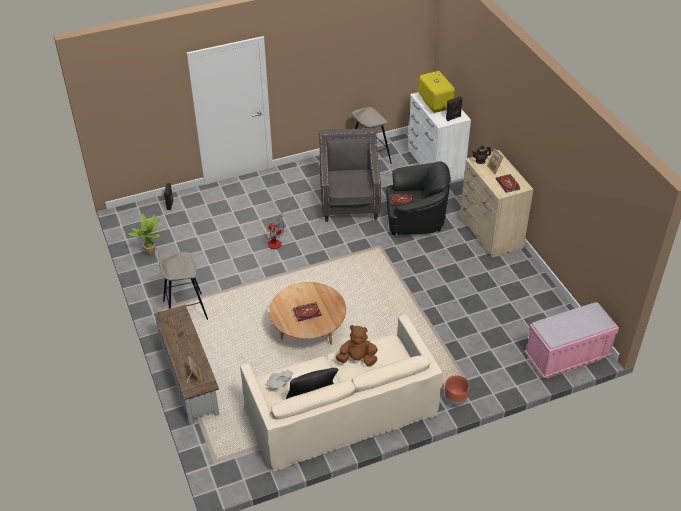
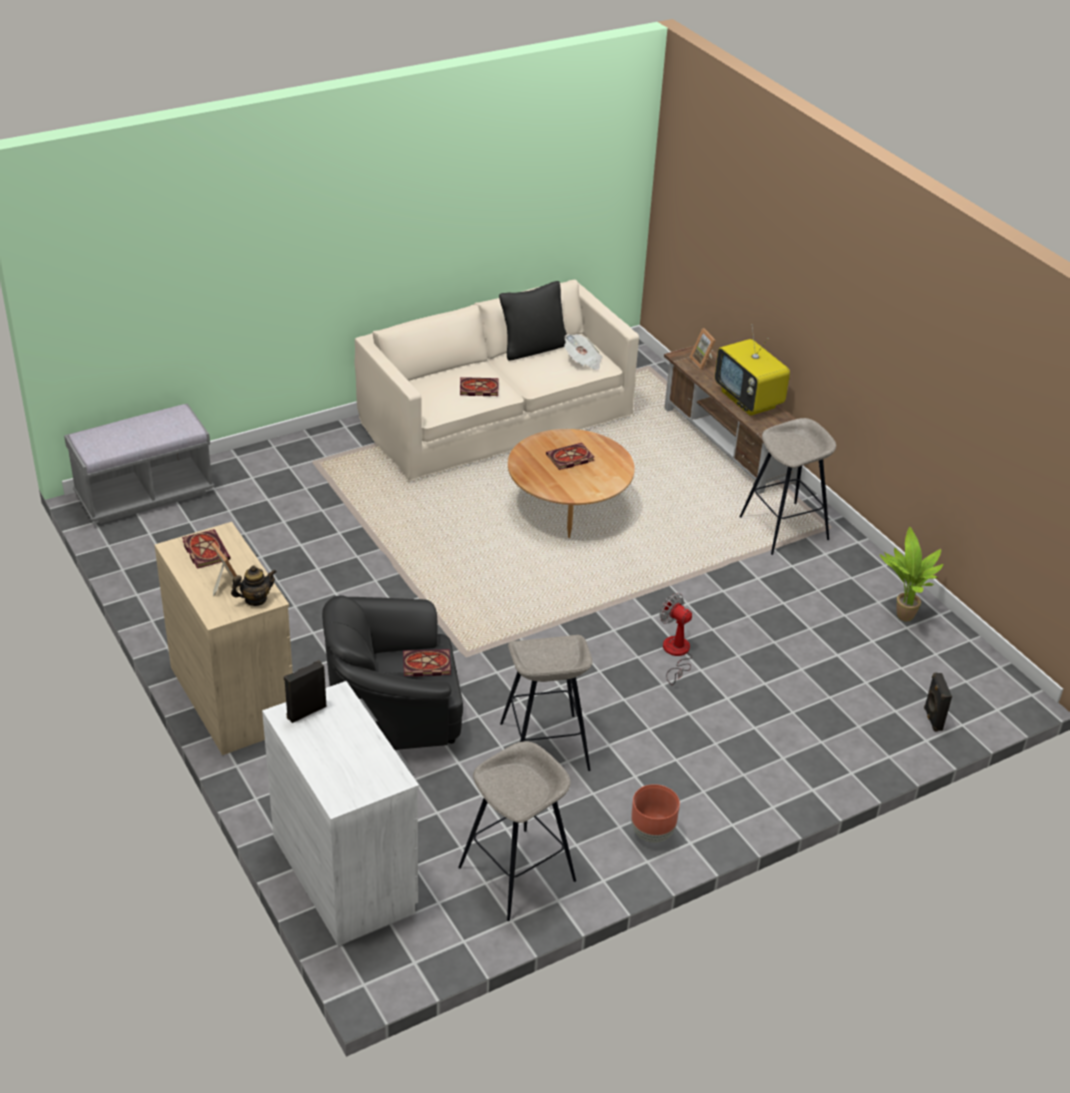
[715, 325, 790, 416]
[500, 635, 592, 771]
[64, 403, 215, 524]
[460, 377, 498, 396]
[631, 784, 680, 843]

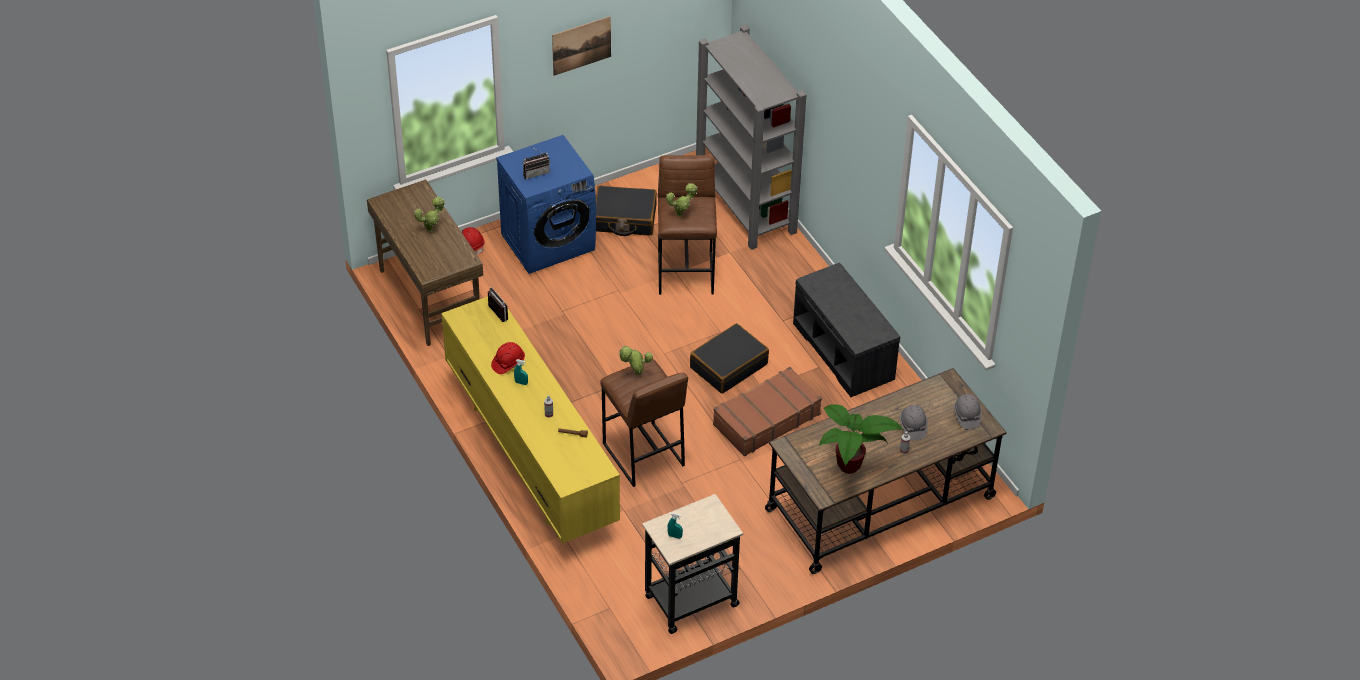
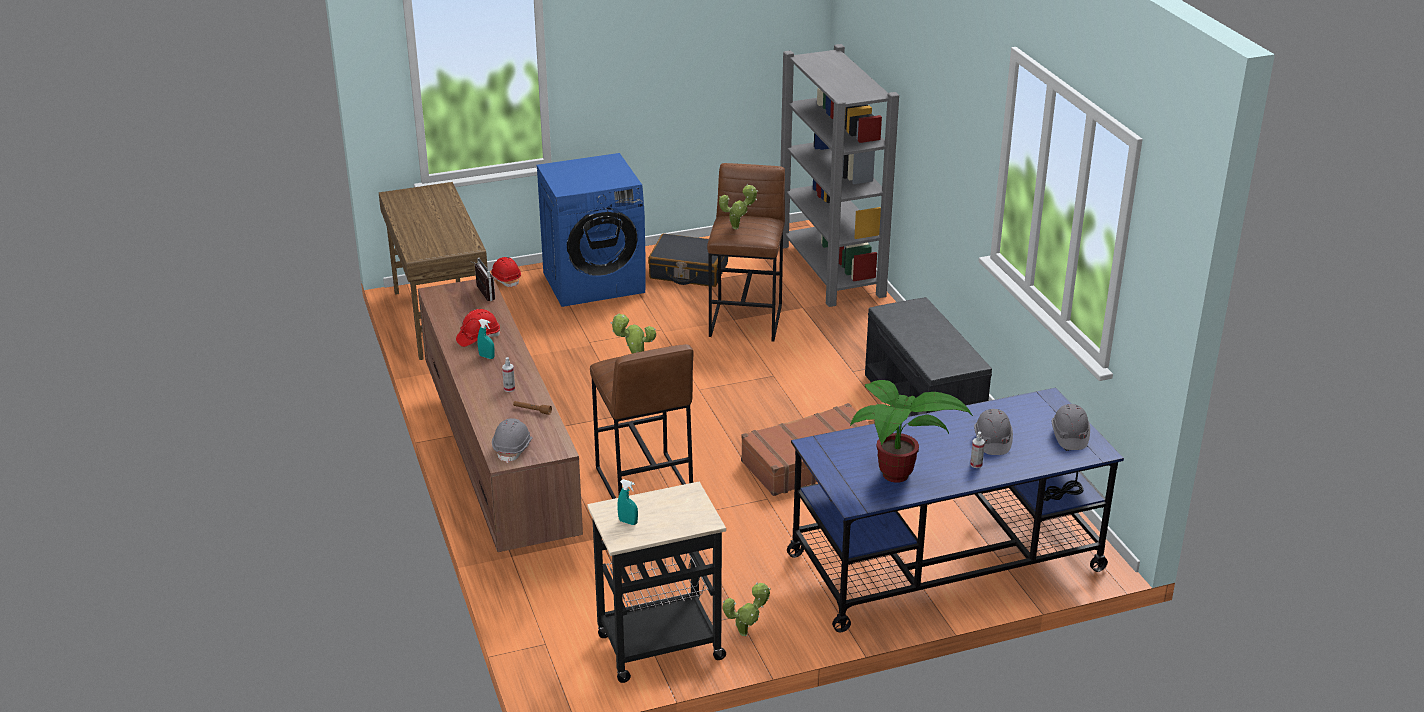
[552, 16, 611, 76] (first image)
[523, 145, 550, 179] (first image)
[723, 582, 771, 636]
[418, 279, 583, 552]
[690, 323, 769, 394] (first image)
[787, 388, 1124, 632]
[492, 418, 533, 463]

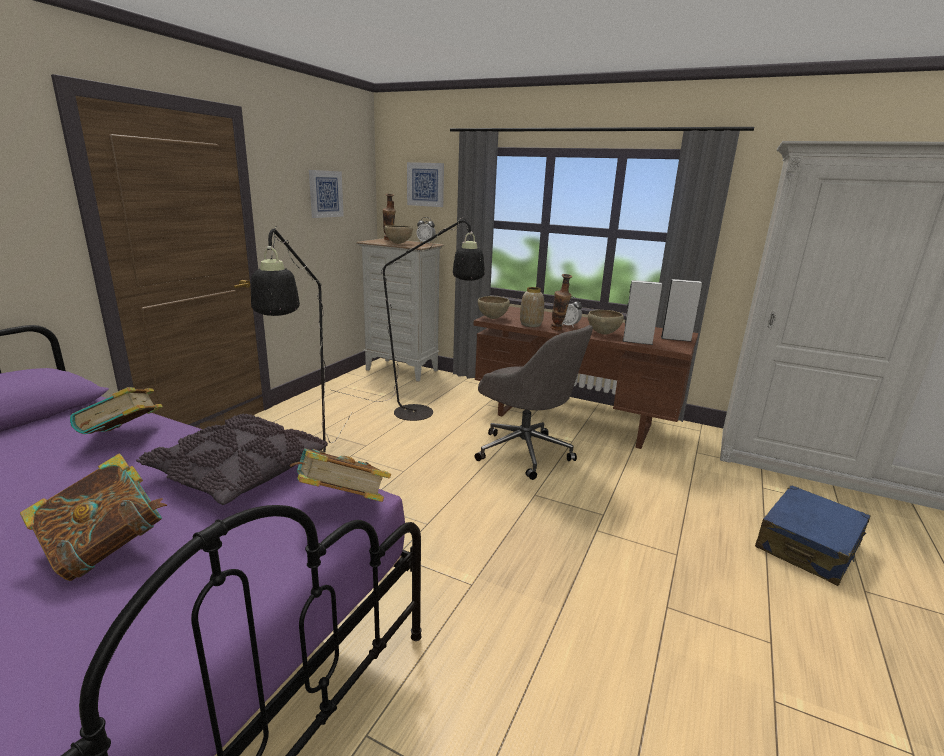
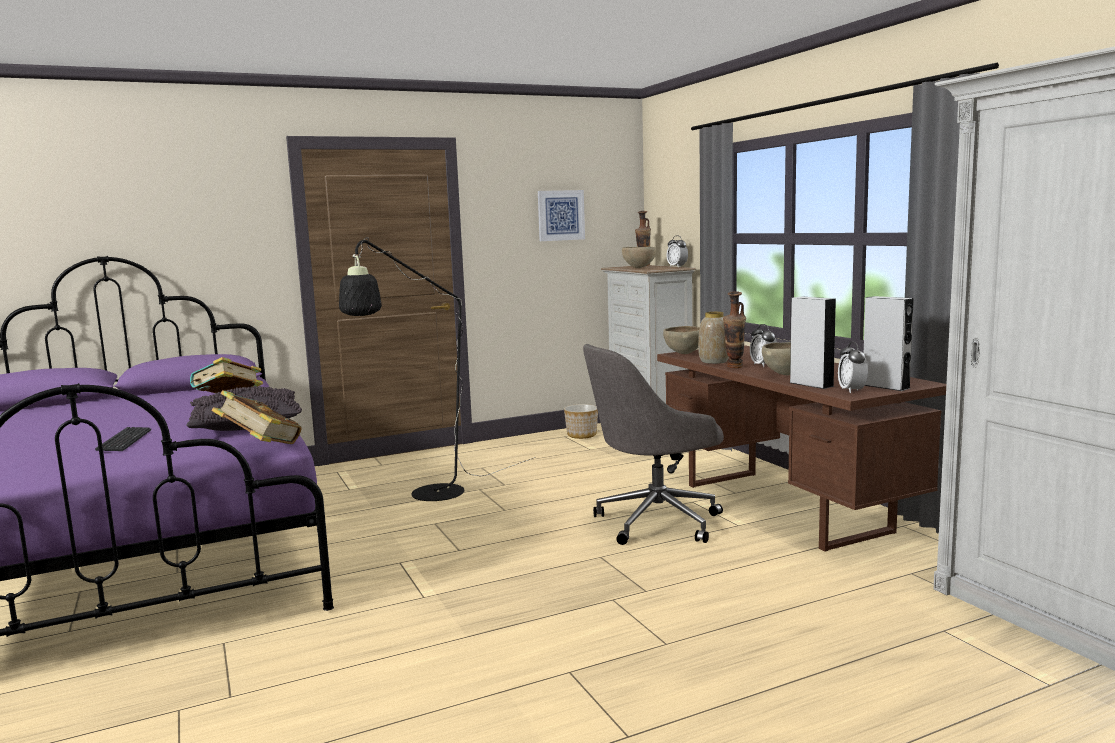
[407, 162, 444, 207] (first image)
[332, 218, 485, 421] (first image)
[583, 344, 724, 545]
[95, 427, 151, 451]
[755, 485, 871, 586] (first image)
[838, 342, 868, 393]
[564, 404, 598, 439]

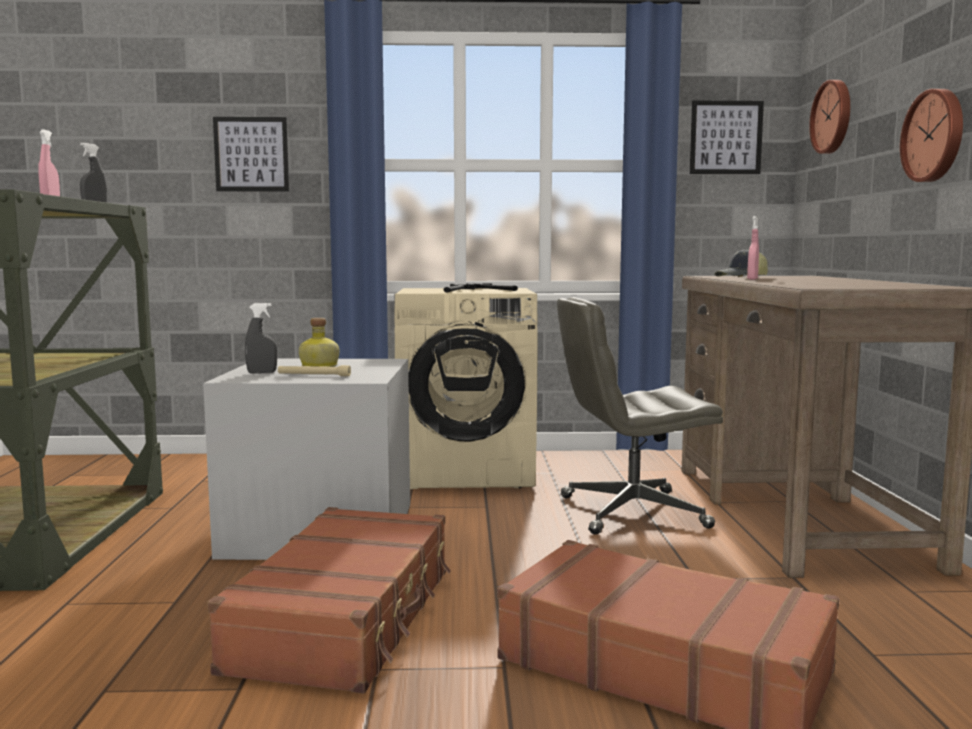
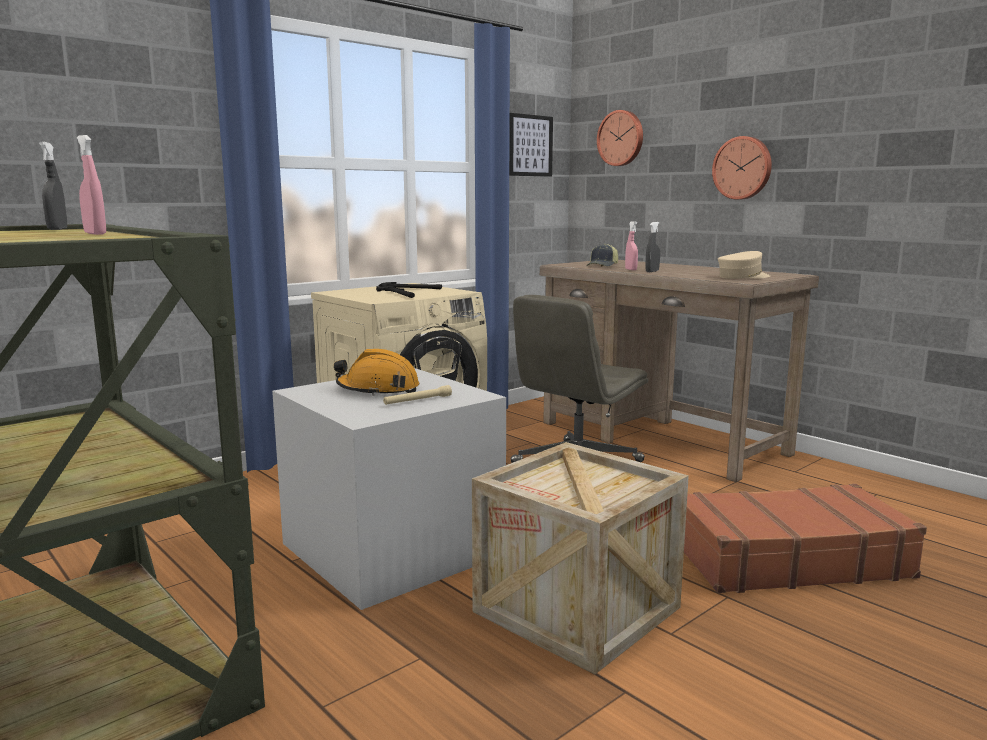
[213, 117, 289, 191] (first image)
[645, 222, 660, 272]
[334, 349, 419, 396]
[472, 442, 689, 675]
[718, 251, 770, 279]

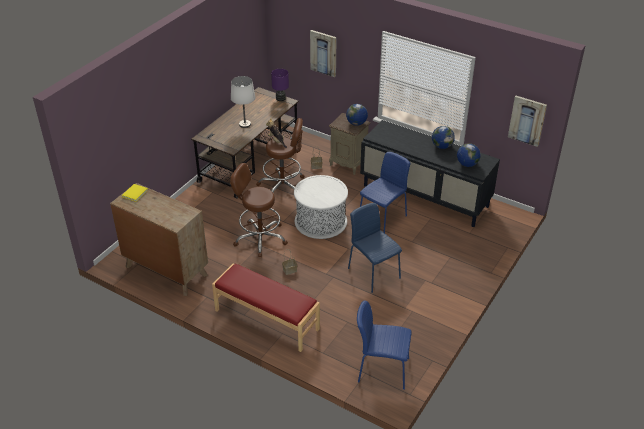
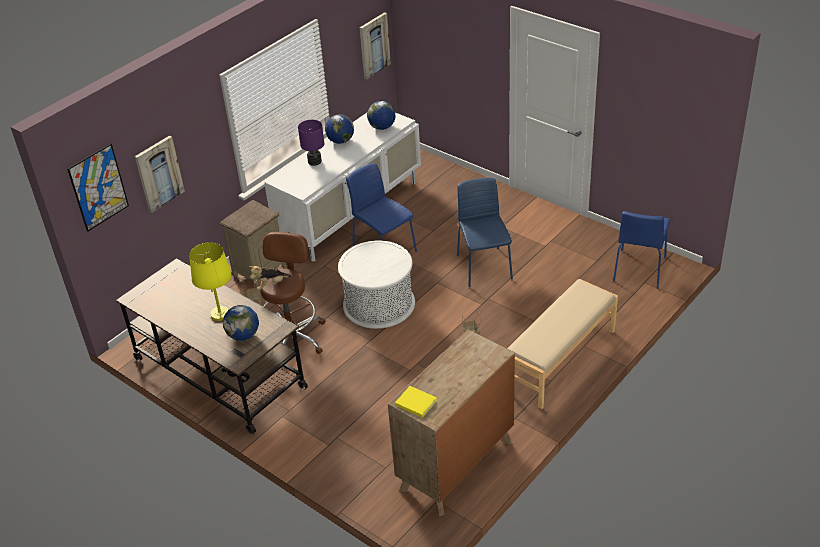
[298, 120, 324, 166]
[189, 242, 232, 321]
[223, 305, 259, 341]
[264, 113, 421, 261]
[230, 163, 288, 257] (first image)
[457, 178, 513, 287]
[507, 279, 618, 409]
[67, 144, 129, 232]

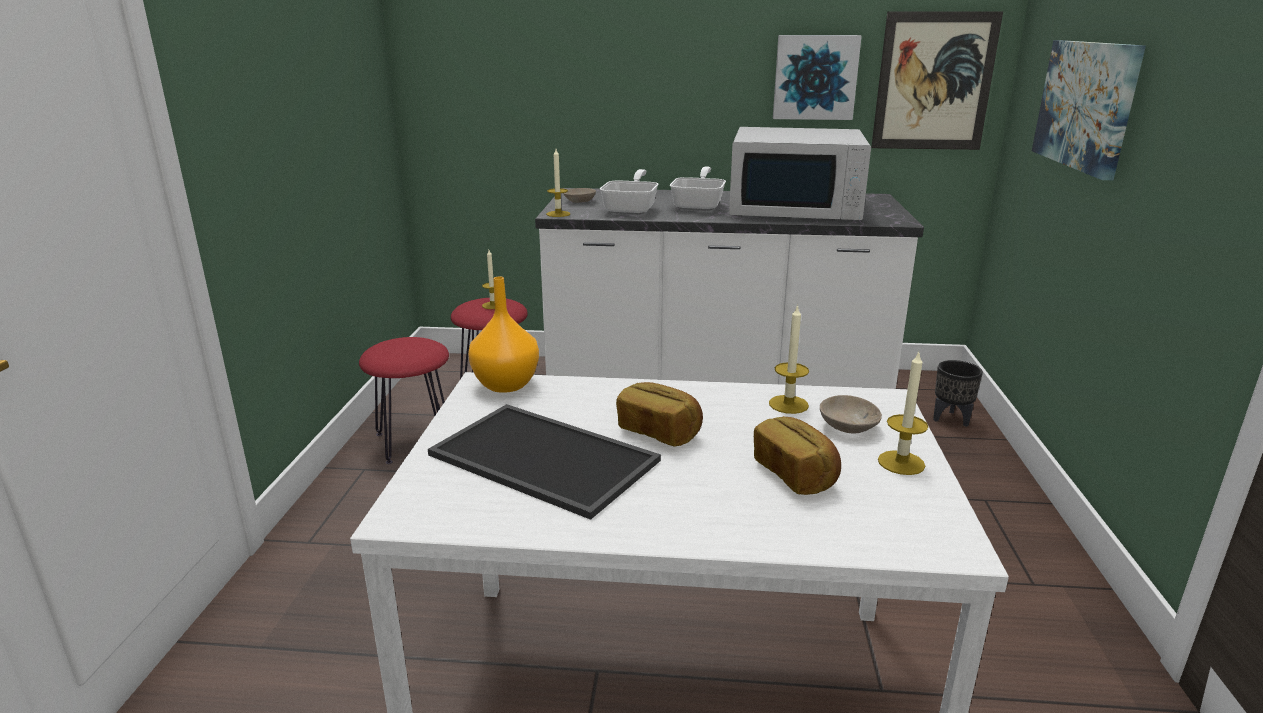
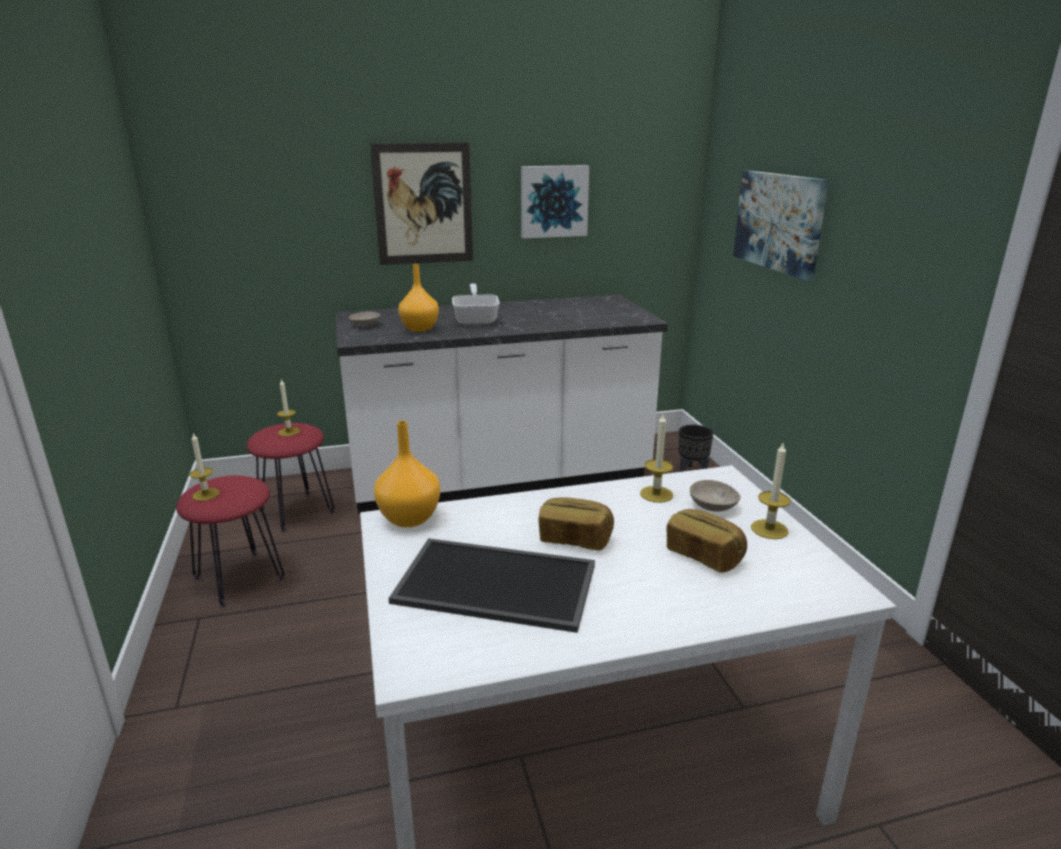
[370, 142, 473, 265]
[729, 127, 871, 220] (first image)
[190, 433, 220, 501]
[398, 264, 439, 332]

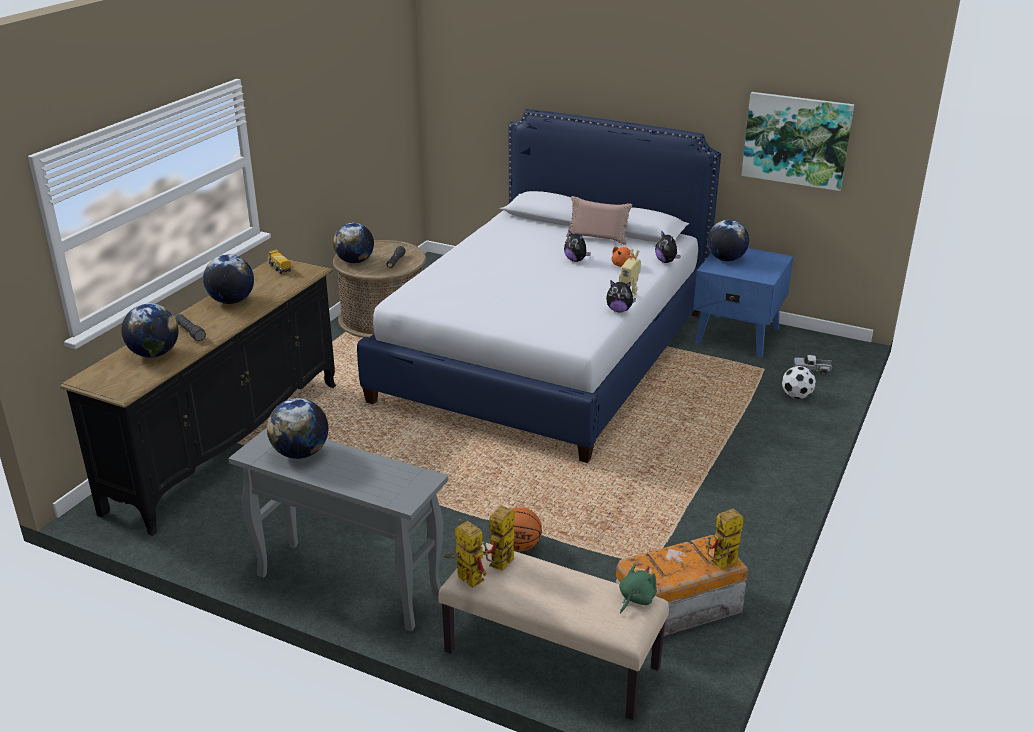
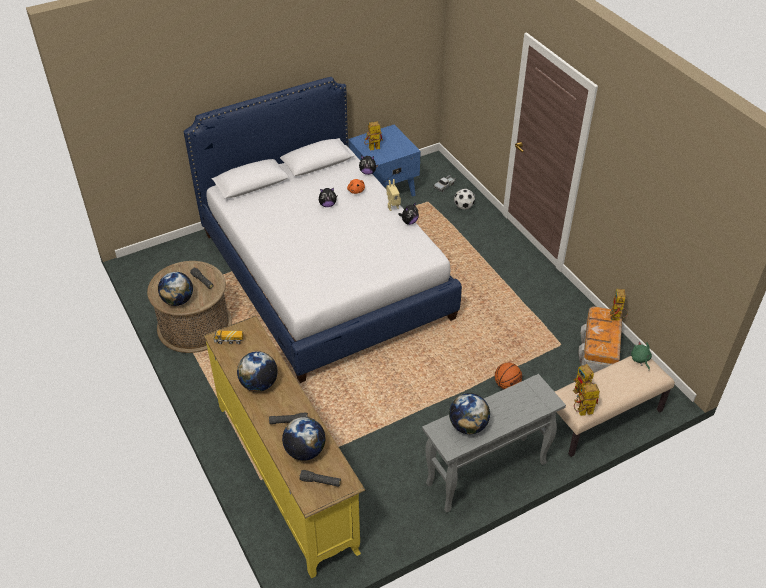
[741, 92, 854, 191] (first image)
[566, 196, 632, 245] (first image)
[364, 122, 383, 150]
[204, 316, 366, 579]
[300, 470, 341, 487]

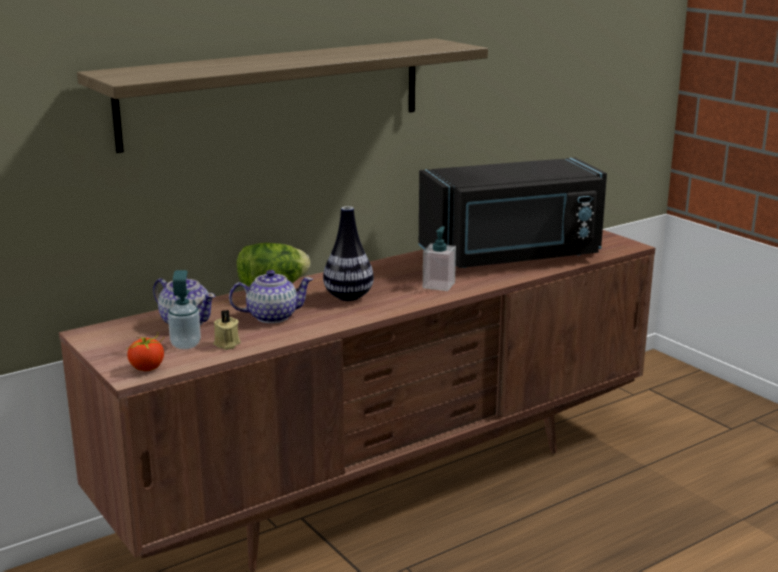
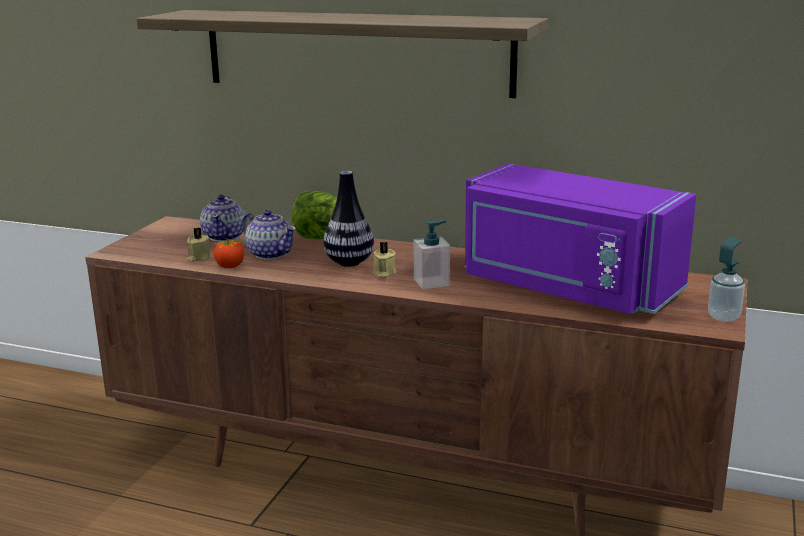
[465, 163, 696, 314]
[708, 237, 745, 322]
[213, 239, 244, 268]
[372, 242, 396, 278]

